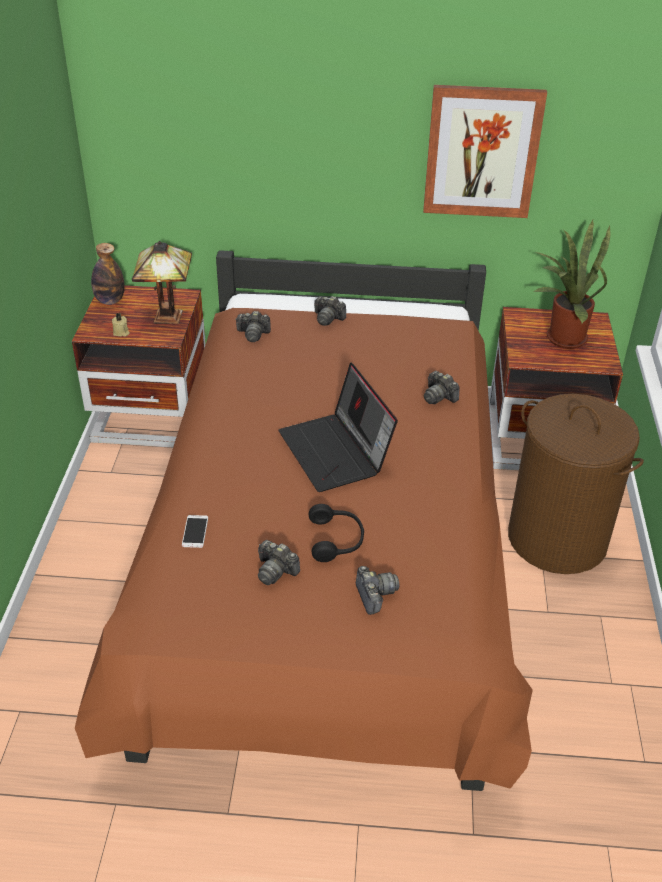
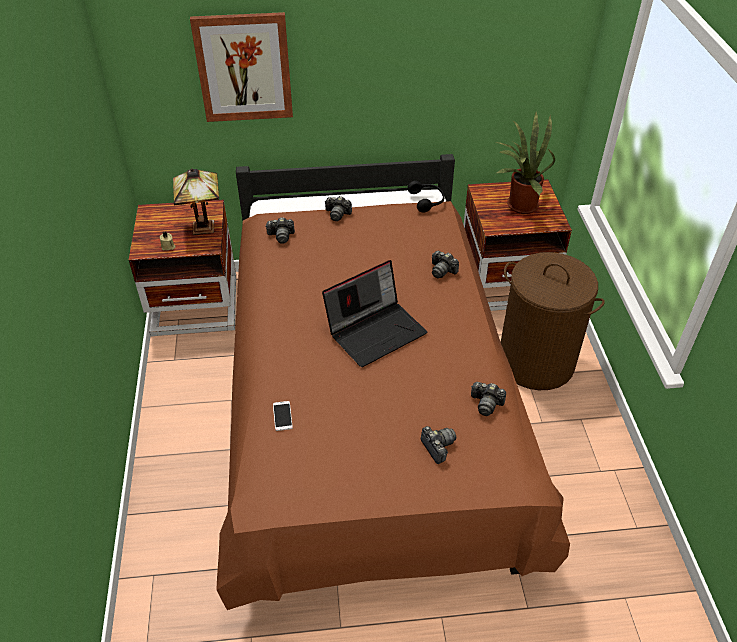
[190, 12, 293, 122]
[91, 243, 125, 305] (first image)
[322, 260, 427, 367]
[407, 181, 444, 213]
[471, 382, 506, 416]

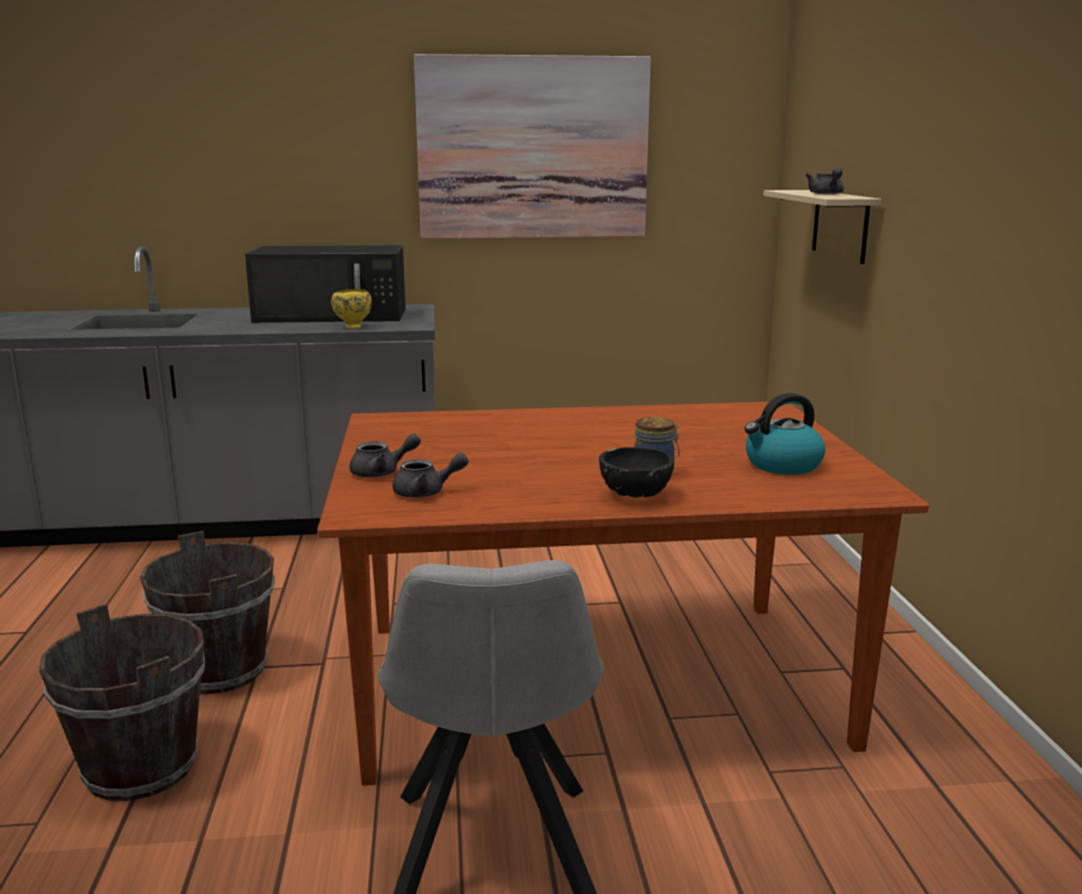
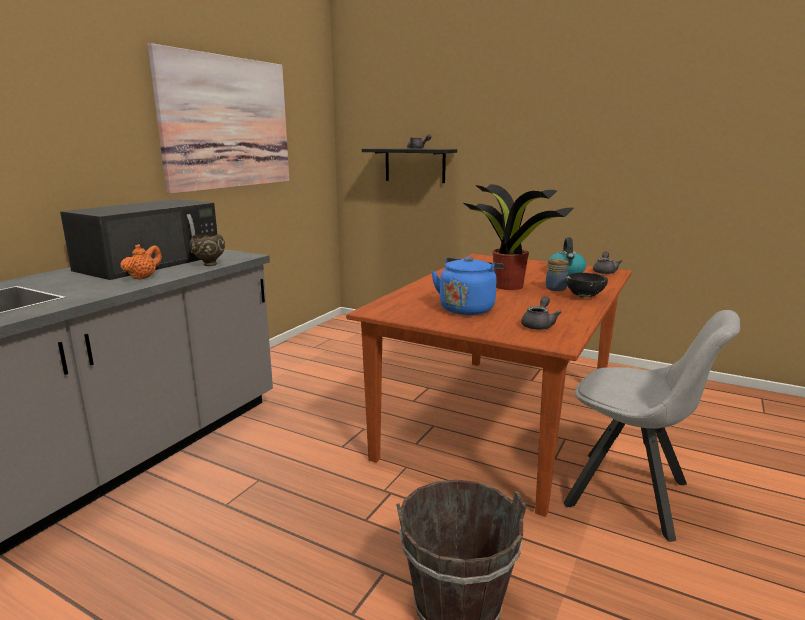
[362, 148, 457, 183]
[190, 233, 225, 266]
[593, 252, 622, 274]
[140, 531, 275, 694] (first image)
[464, 184, 574, 290]
[121, 244, 162, 280]
[432, 257, 504, 315]

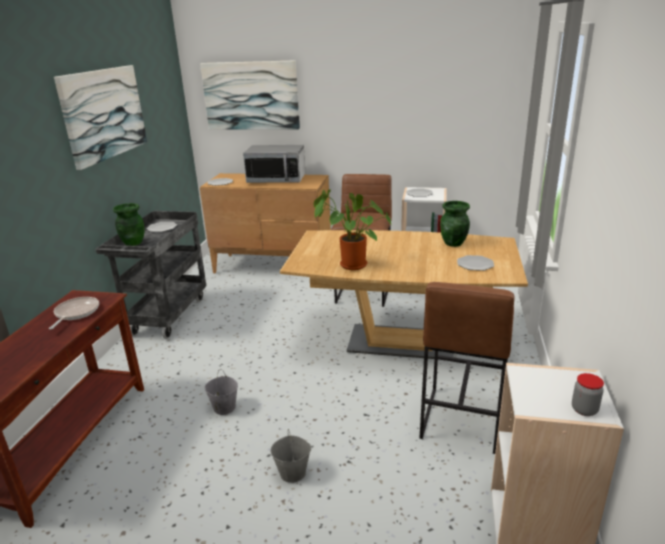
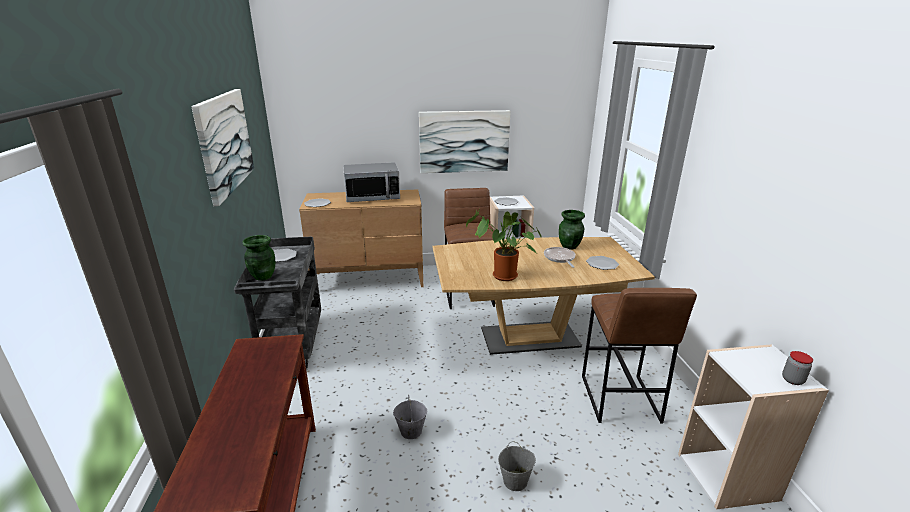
[419, 110, 511, 173]
[544, 247, 576, 268]

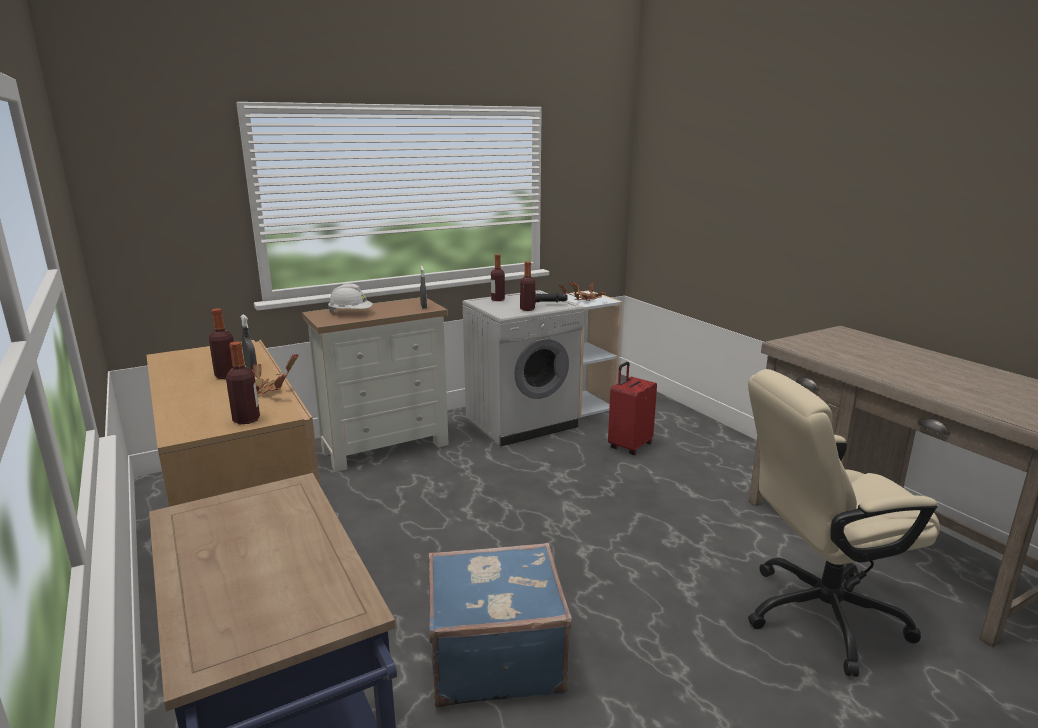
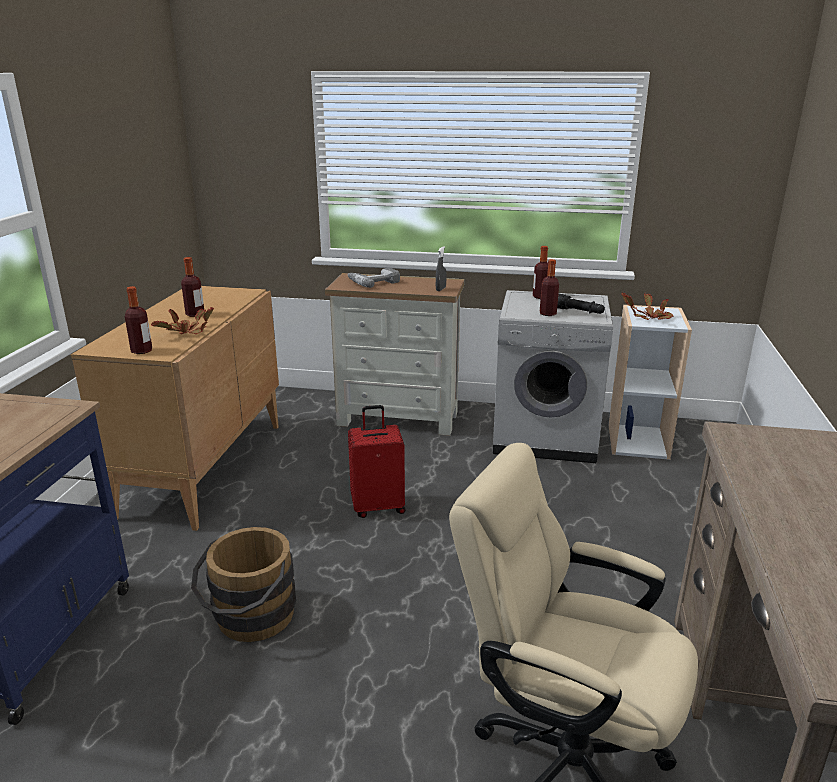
[347, 268, 400, 288]
[240, 315, 257, 370] (first image)
[348, 405, 406, 518]
[191, 527, 296, 642]

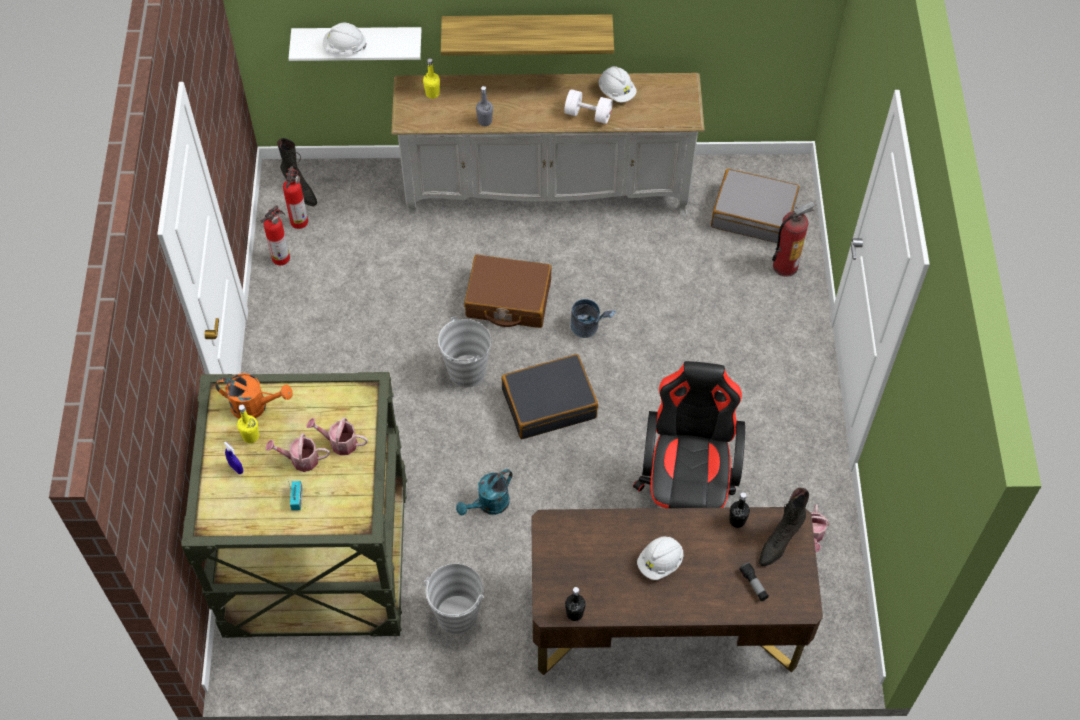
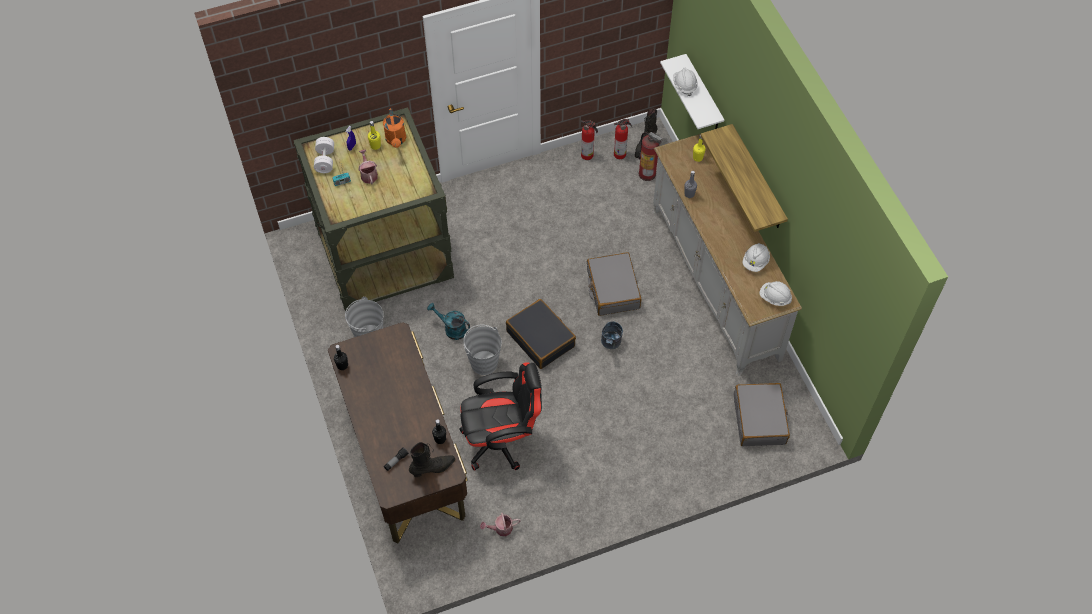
[314, 137, 334, 173]
[638, 132, 662, 181]
[587, 252, 642, 316]
[463, 325, 502, 375]
[306, 417, 368, 455] (first image)
[409, 442, 456, 477]
[759, 281, 792, 306]

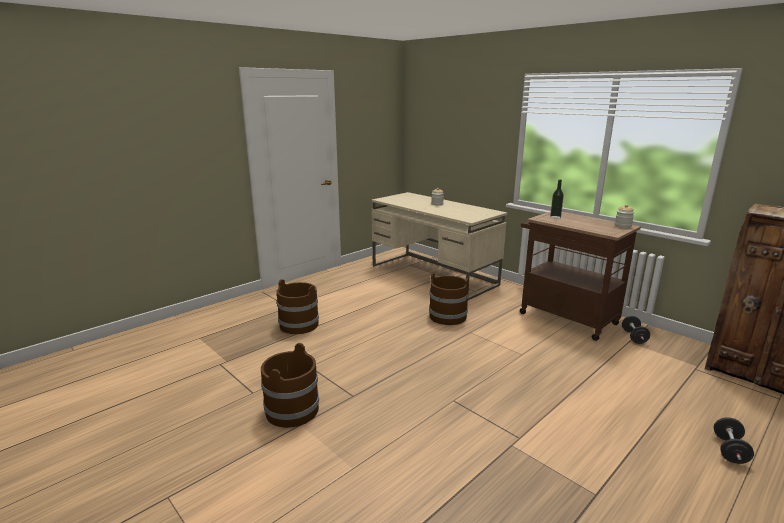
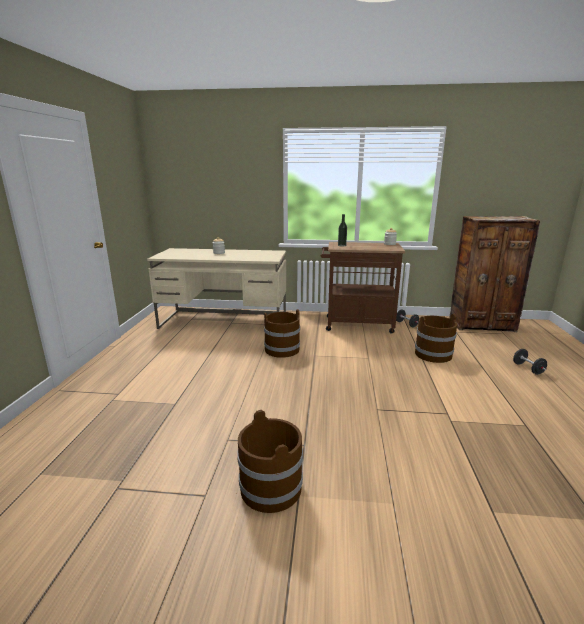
[415, 314, 457, 363]

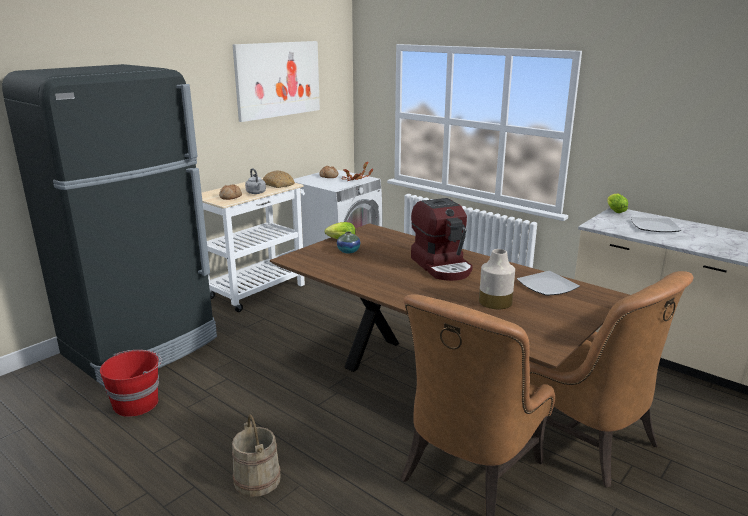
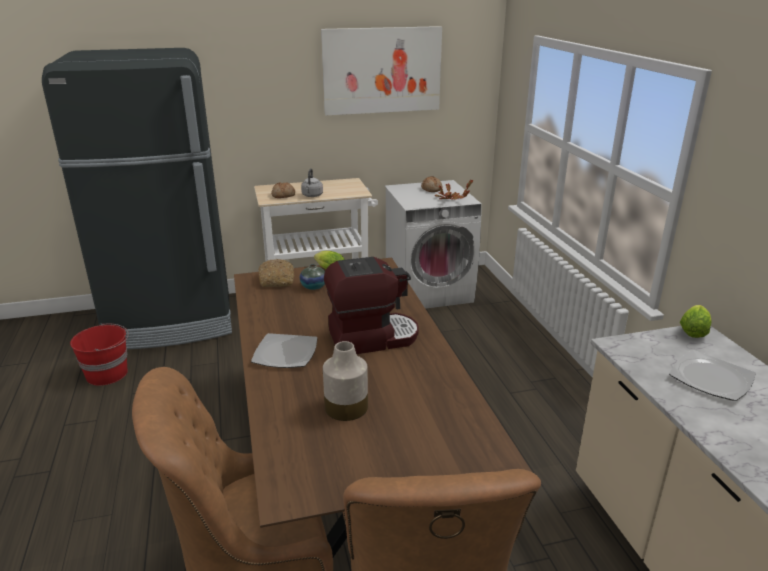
[258, 259, 294, 287]
[324, 257, 419, 354]
[251, 333, 317, 368]
[232, 415, 281, 497] (first image)

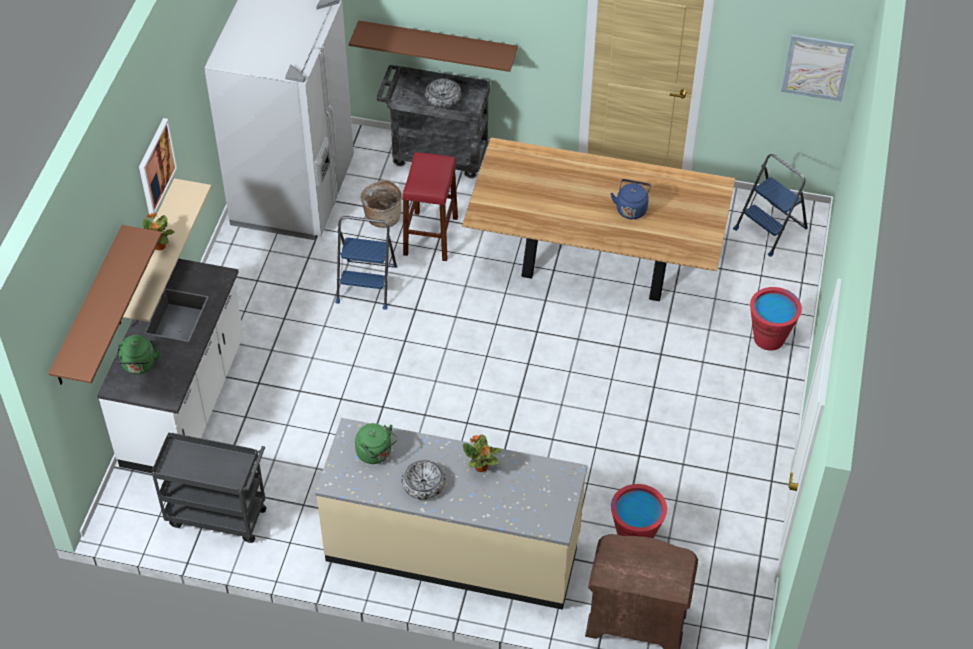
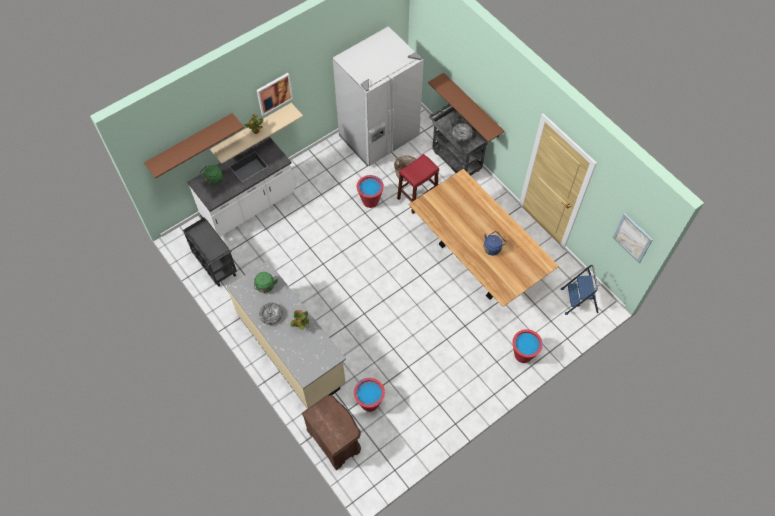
[357, 175, 384, 208]

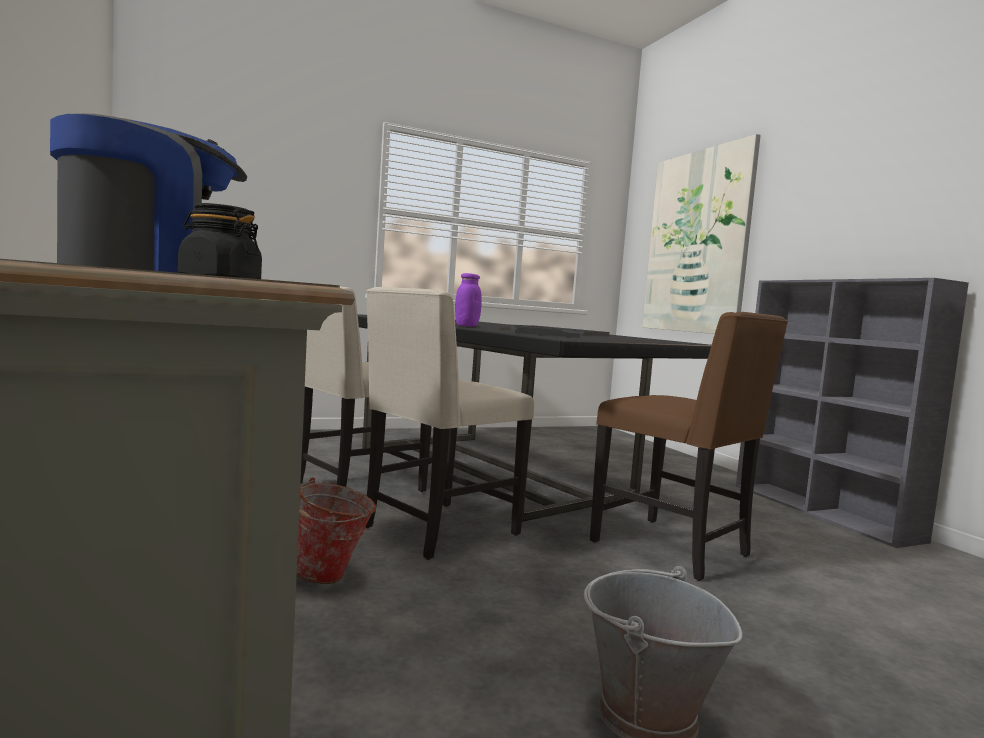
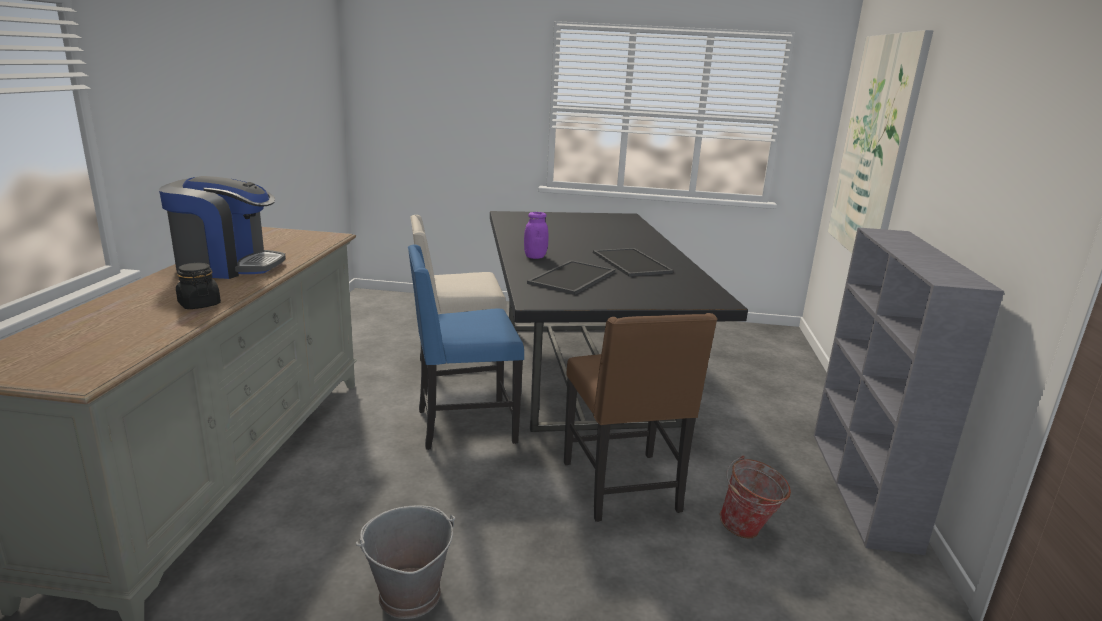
[408, 244, 524, 450]
[720, 455, 791, 539]

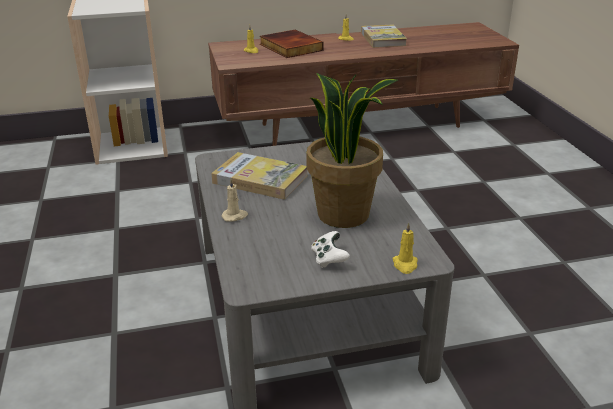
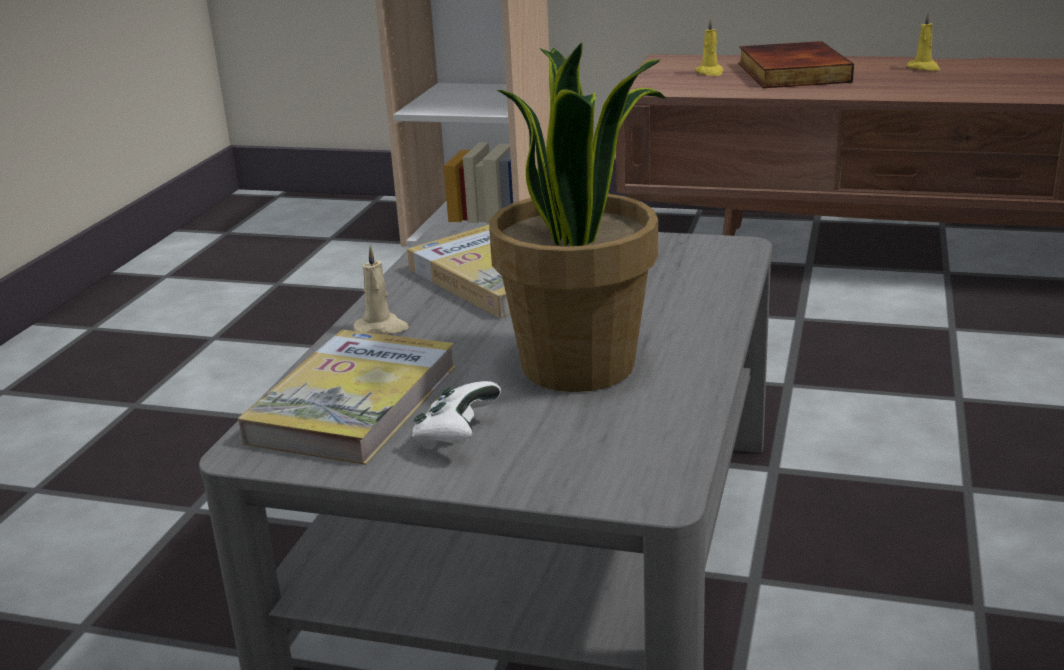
[238, 330, 456, 465]
[393, 222, 418, 274] (first image)

